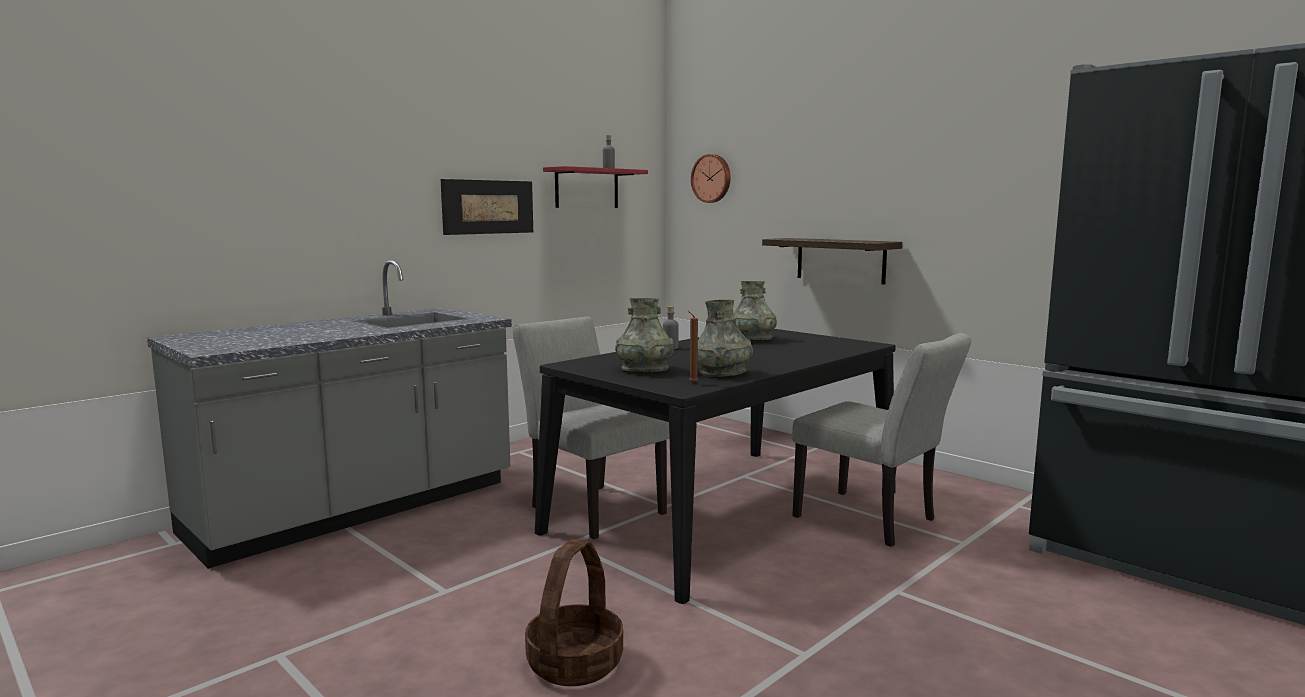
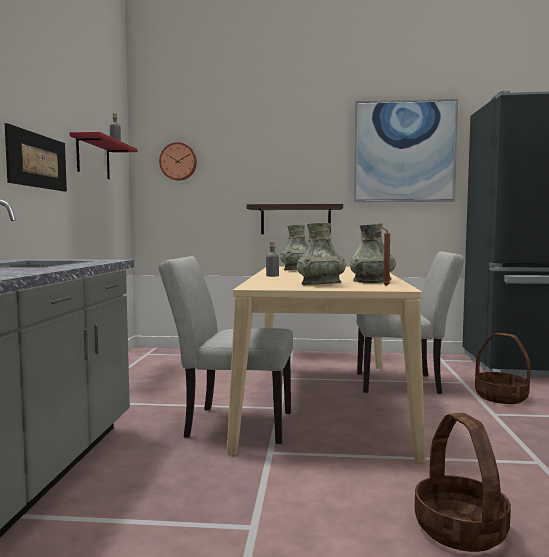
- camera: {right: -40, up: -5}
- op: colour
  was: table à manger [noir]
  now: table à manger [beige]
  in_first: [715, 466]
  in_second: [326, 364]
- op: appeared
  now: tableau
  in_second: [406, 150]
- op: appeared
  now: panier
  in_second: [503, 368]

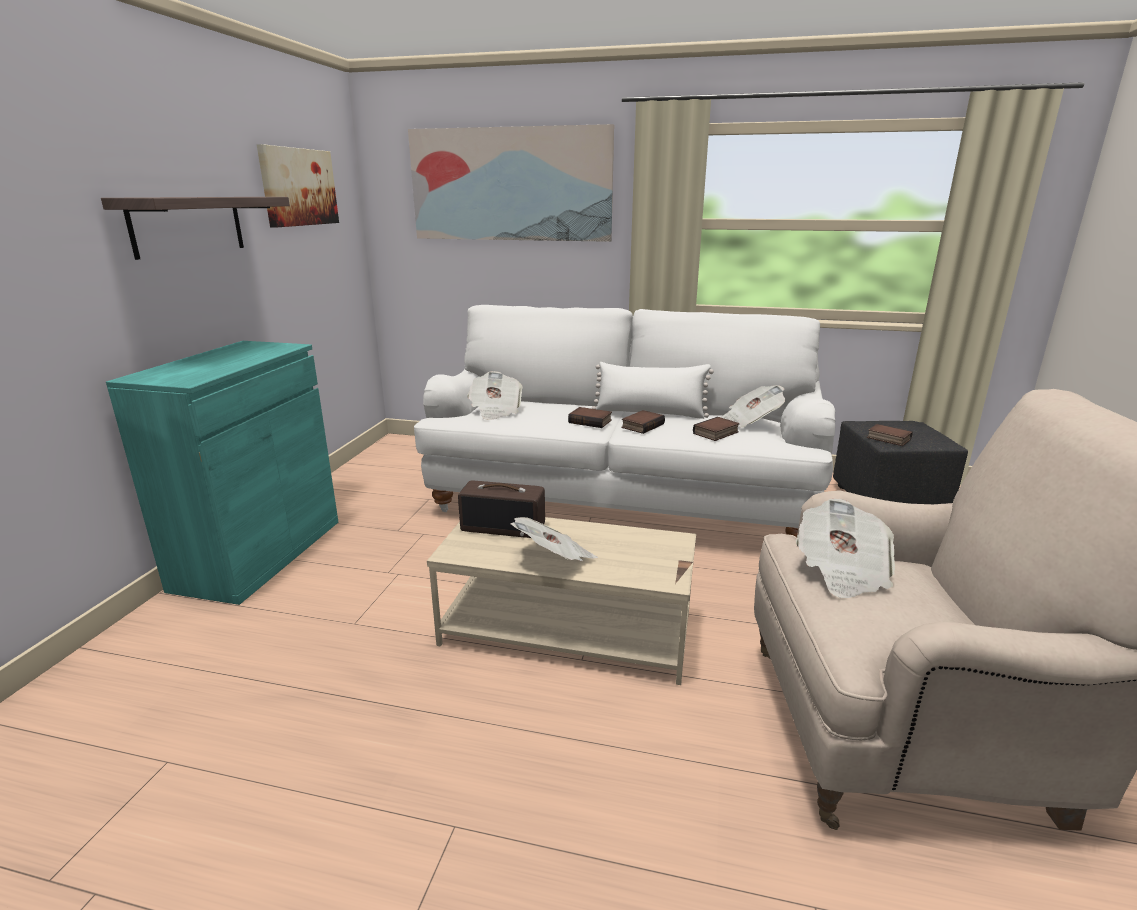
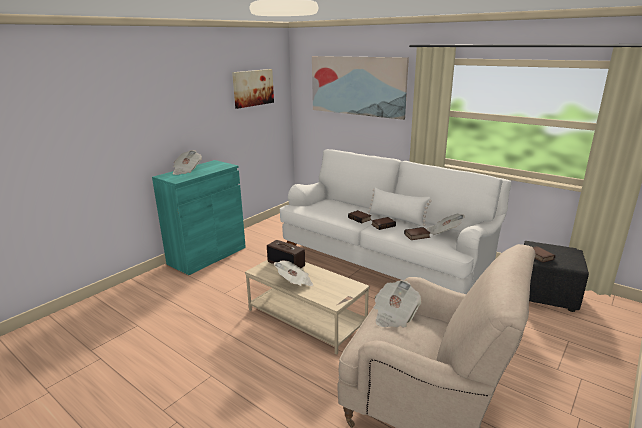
- camera: {right: 25, up: 0}
- op: missing
  was: étagère
  in_first: [195, 228]
- op: relocated
  was: journal
  in_first: [495, 395]
  in_second: [187, 162]

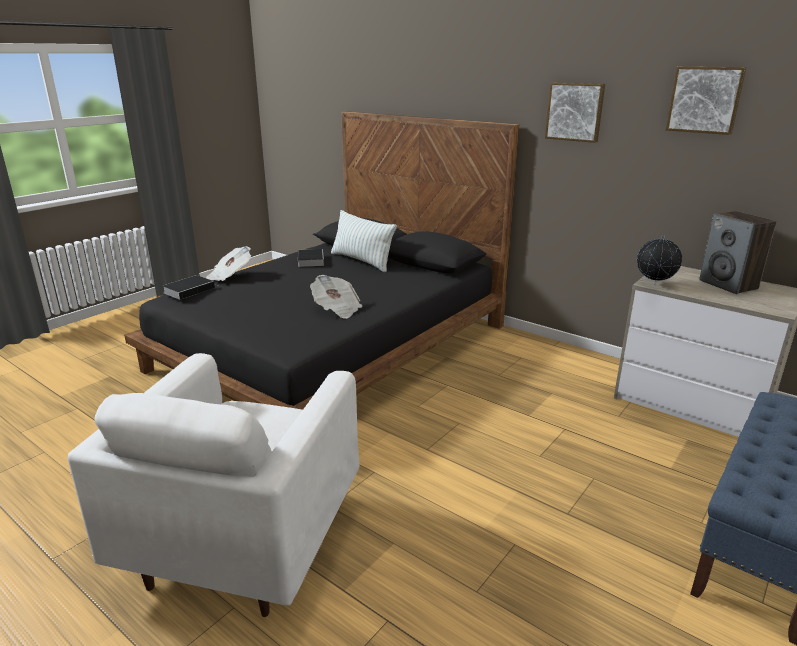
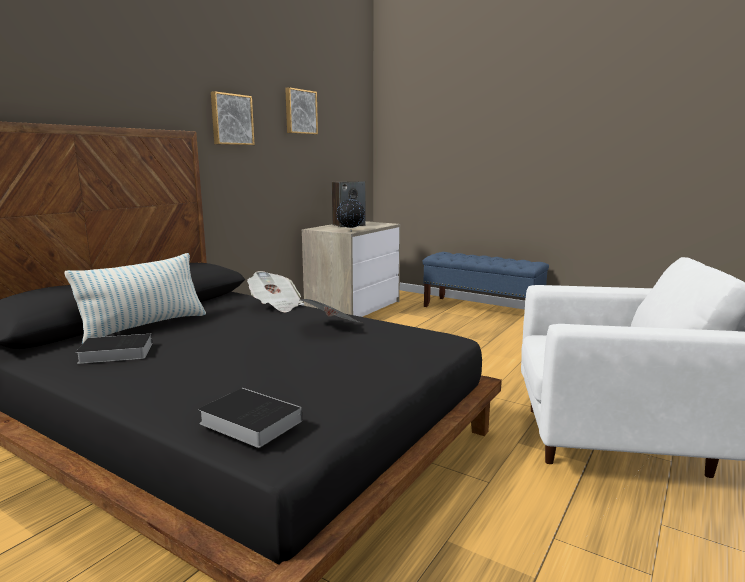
- camera: {right: -95, up: -10}
- op: relocated
  was: journal
  in_first: [228, 263]
  in_second: [275, 291]

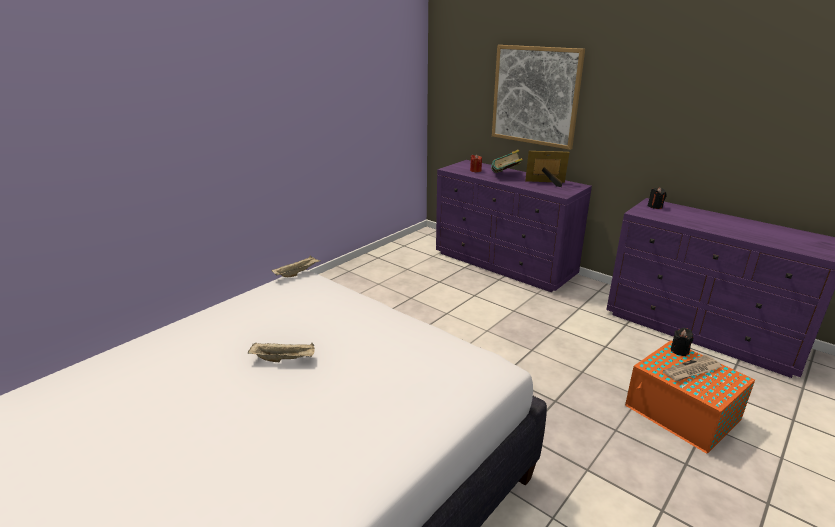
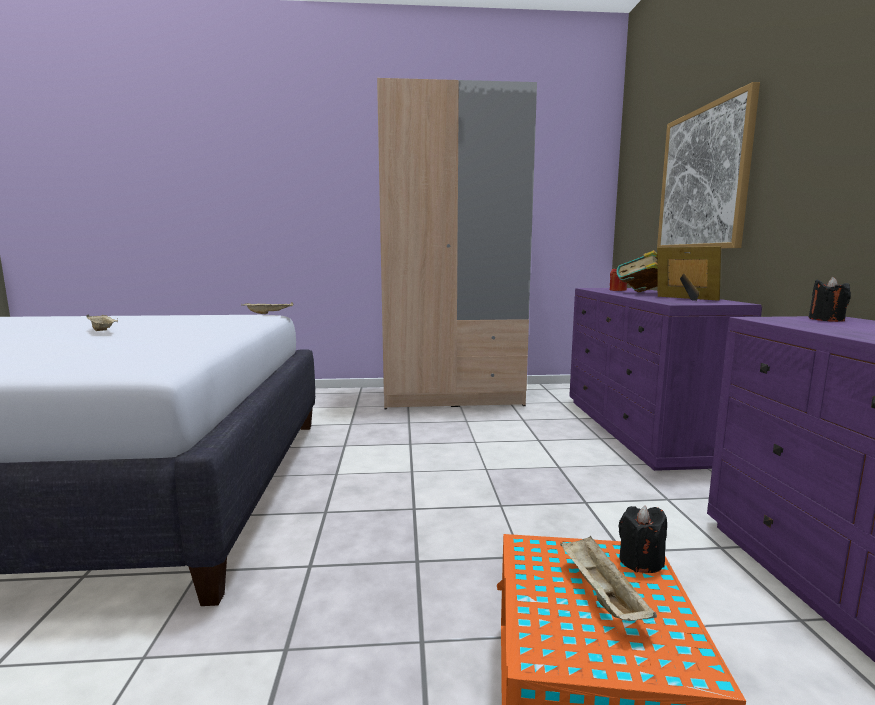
- camera: {right: 45, up: -15}
- op: exchanged
  was: journal
  now: plateau [beige]
  in_first: [692, 368]
  in_second: [608, 578]
- op: appeared
  now: armoire [beige]
  in_second: [457, 243]

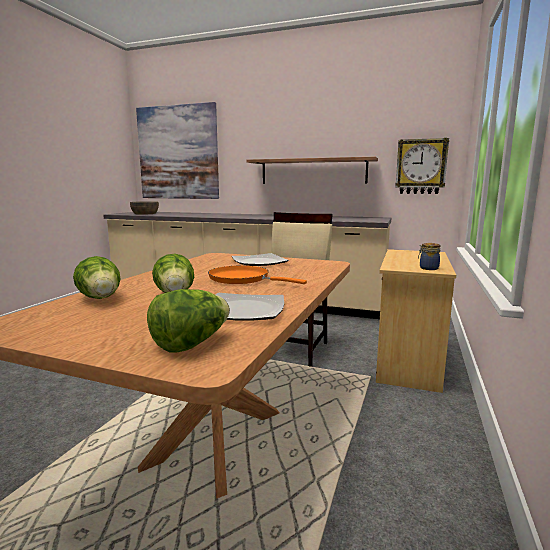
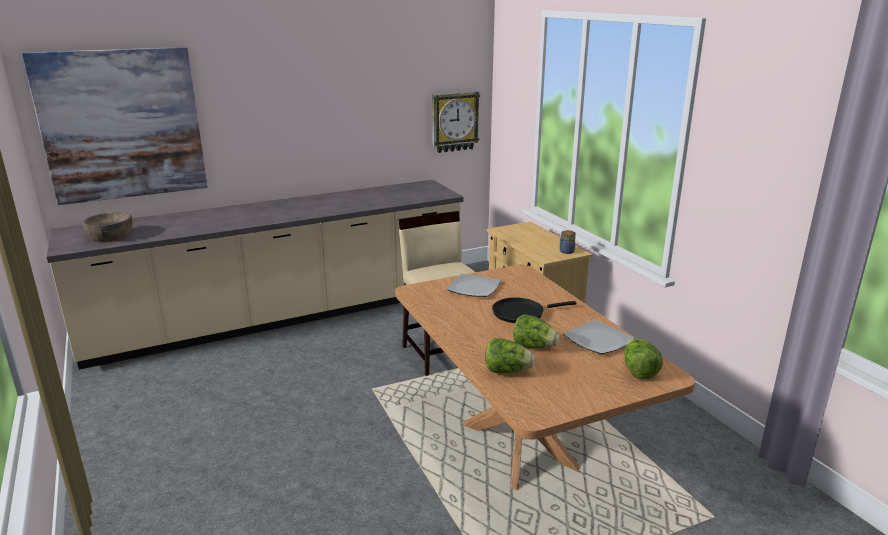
- camera: {right: -45, up: 10}
- op: colour
  was: poêle [orange]
  now: poêle [noir]
  in_first: [257, 275]
  in_second: [534, 310]
- op: missing
  was: étagère
  in_first: [312, 170]

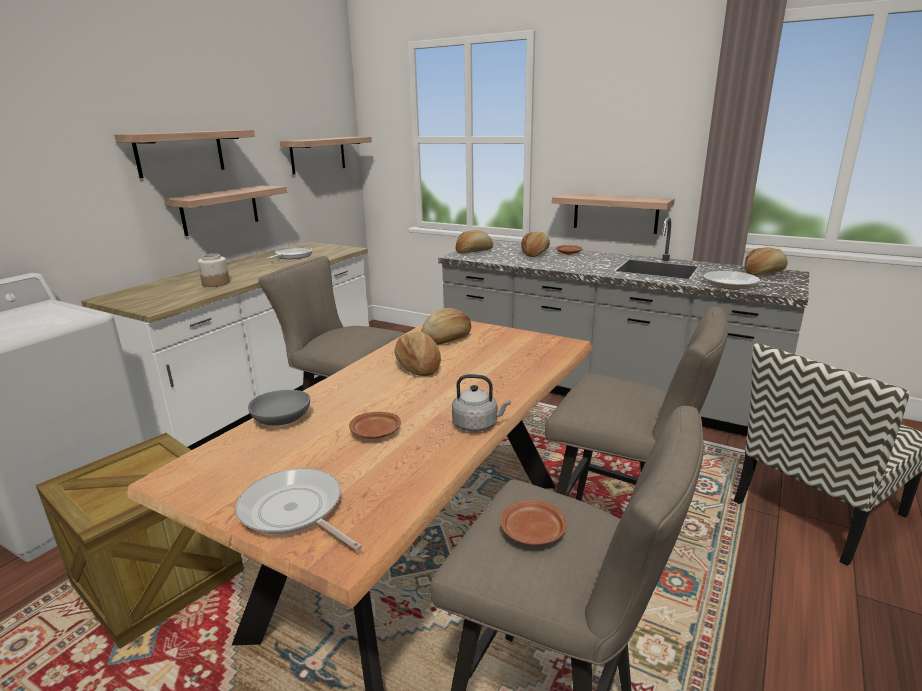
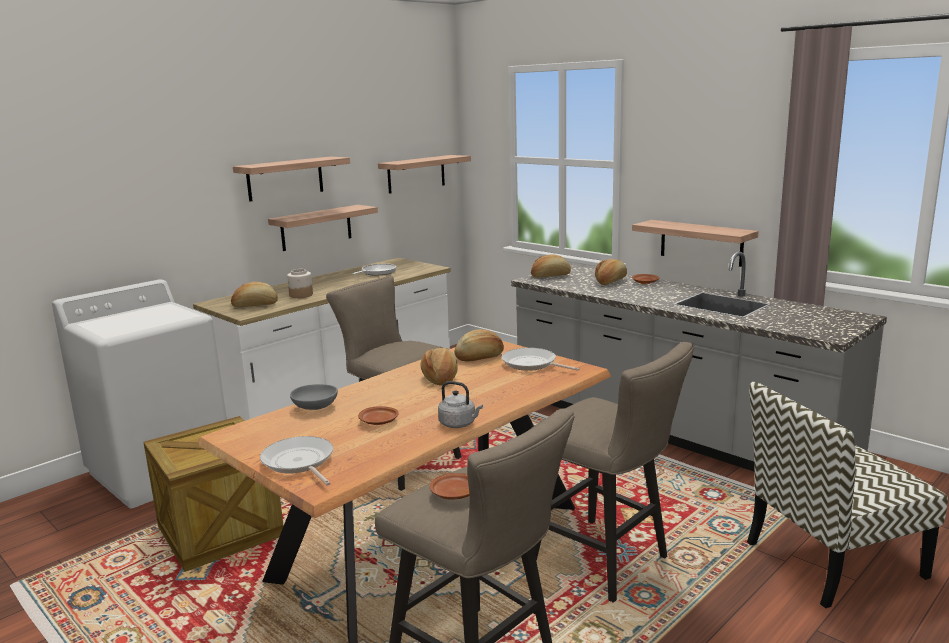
- camera: {right: 15, up: -5}
- op: relocated
  was: poêle
  in_first: [748, 280]
  in_second: [540, 359]
- op: relocated
  was: pain
  in_first: [766, 261]
  in_second: [254, 294]

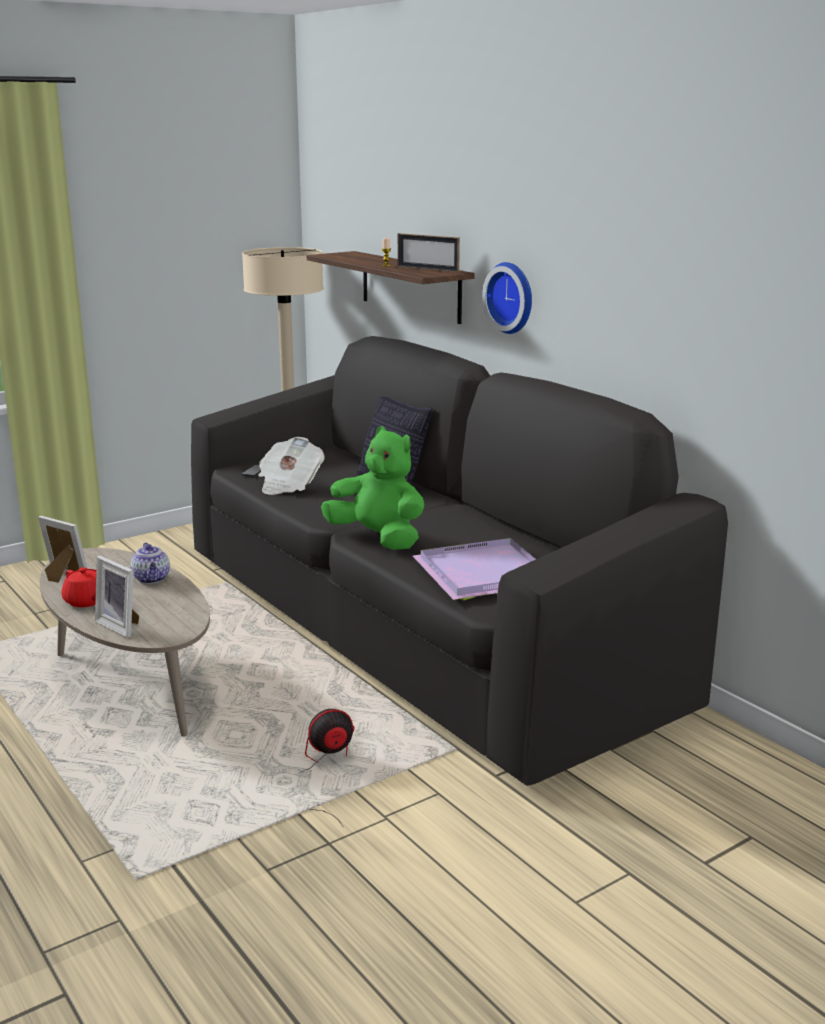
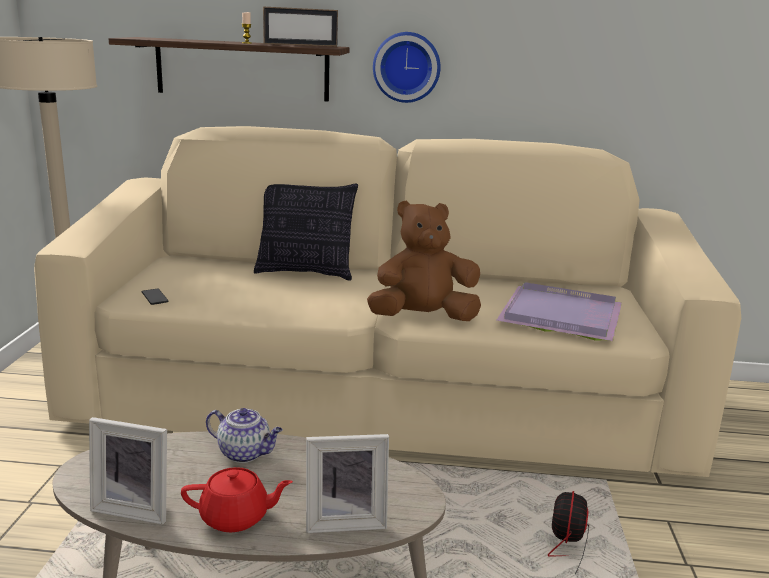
- camera: {right: -50, up: 0}
- op: spun
  was: cadre photo
  in_first: [62, 549]
  in_second: [128, 471]
  clockwise: -150
- op: colour
  was: canapé [noir]
  now: canapé [beige]
  in_first: [459, 561]
  in_second: [387, 301]
- op: missing
  was: journal
  in_first: [291, 466]
- op: colour
  was: peluche [vert]
  now: peluche [marron]
  in_first: [372, 488]
  in_second: [424, 260]

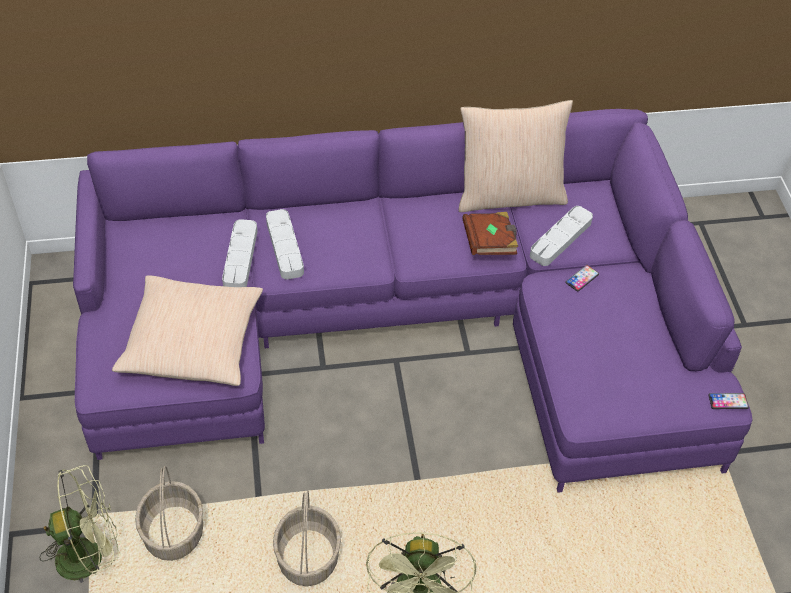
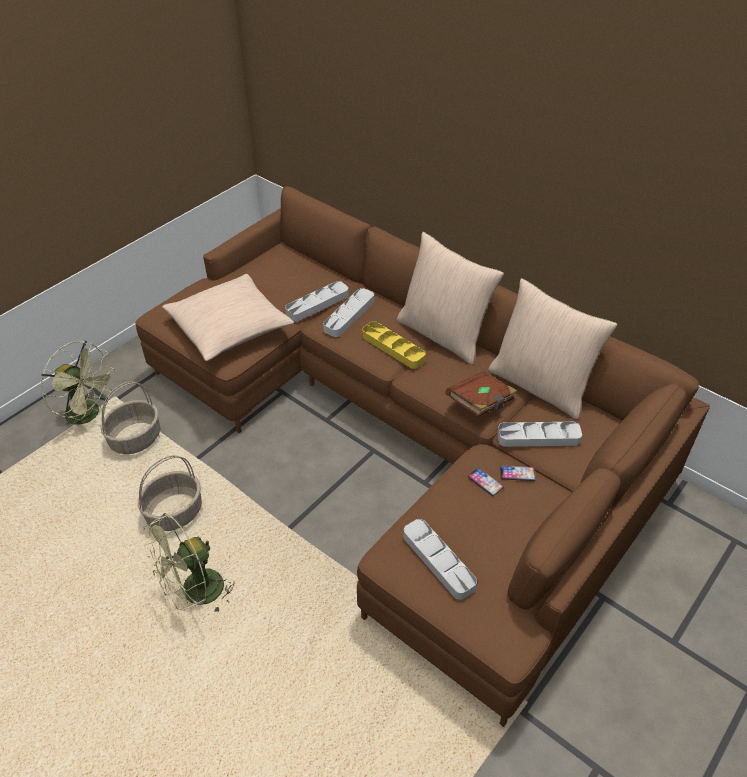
- camera: {right: 50, up: -5}
- op: colour
  was: canapé [violet]
  now: canapé [marron]
  in_first: [412, 301]
  in_second: [423, 456]
- op: relocated
  was: téléphone
  in_first: [728, 401]
  in_second: [486, 482]
- op: appeared
  now: plateau [jaune]
  in_second: [394, 345]
- op: appeared
  now: coussin [beige]
  in_second: [450, 298]
- op: appeared
  now: plateau [gris]
  in_second: [440, 559]

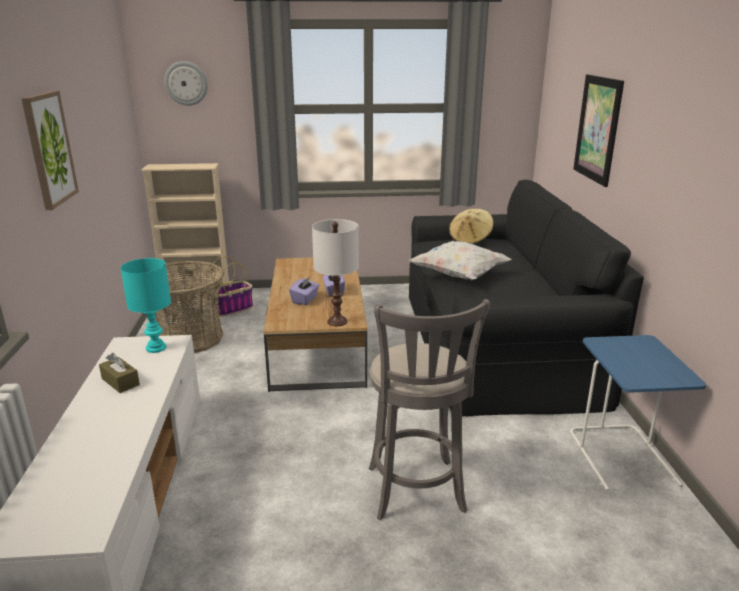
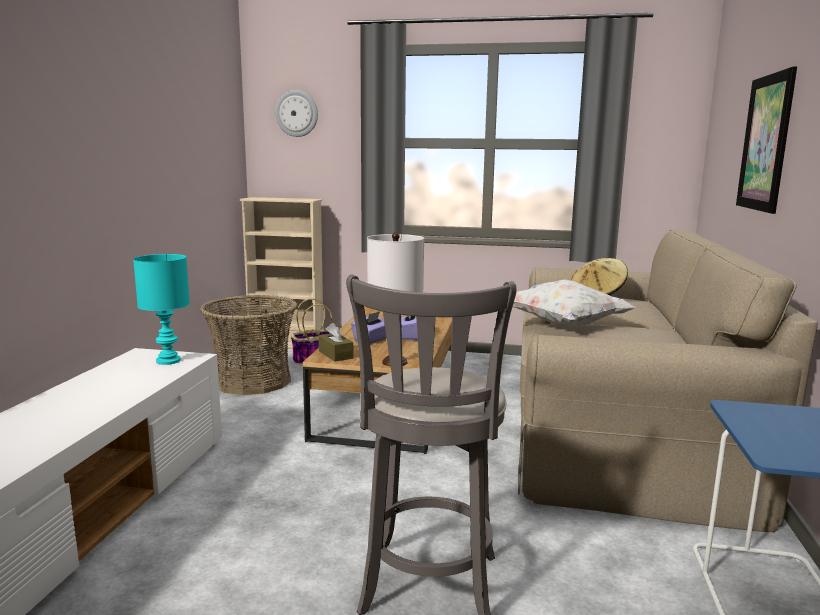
- camera: {right: 15, up: -10}
- op: missing
  was: tableau
  in_first: [50, 150]
- op: relocated
  was: boîte à mouchoirs [marron]
  in_first: [119, 373]
  in_second: [336, 342]
- op: colour
  was: canapé [noir]
  now: canapé [beige]
  in_first: [526, 298]
  in_second: [668, 380]

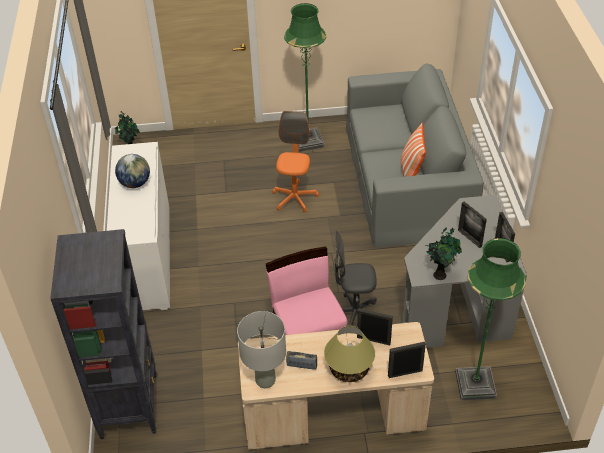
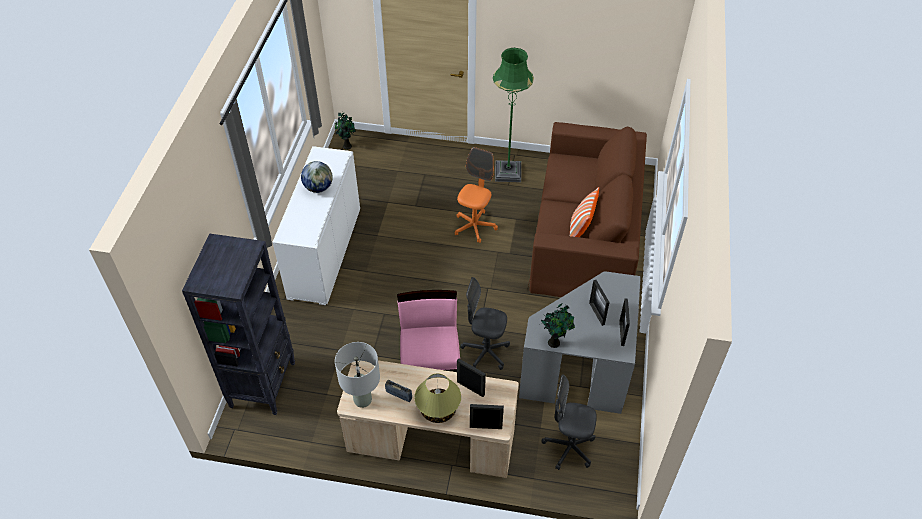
- camera: {right: 15, up: 5}
- op: colour
  was: canapé [gris]
  now: canapé [marron]
  in_first: [415, 156]
  in_second: [587, 209]
- op: exchanged
  was: lampadaire [vert]
  now: chaise de bureau [gris]
  in_first: [490, 319]
  in_second: [569, 422]

